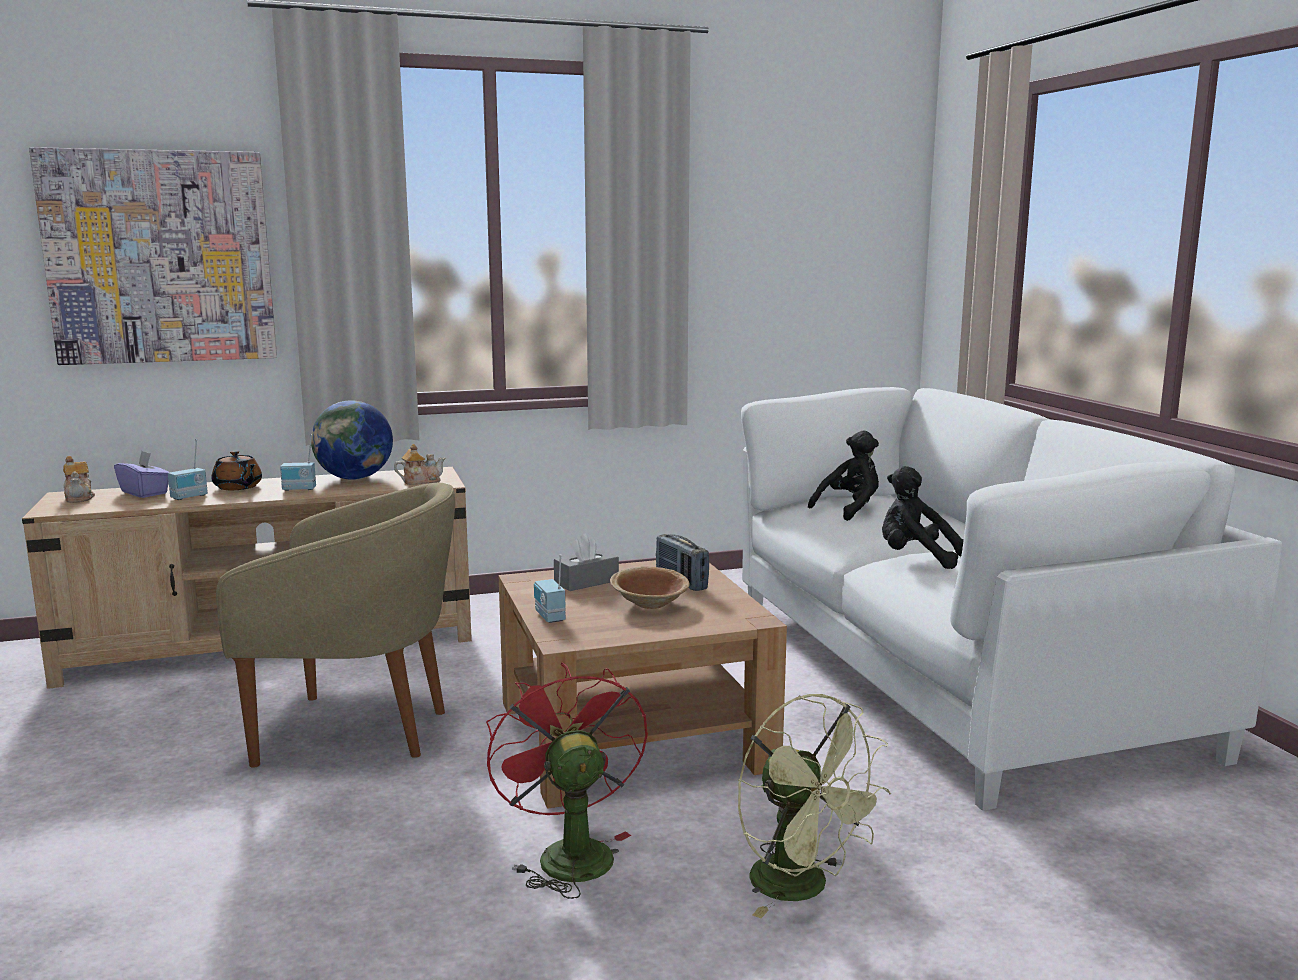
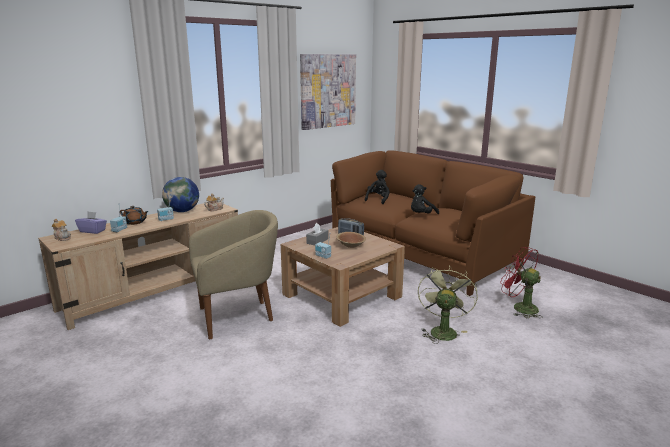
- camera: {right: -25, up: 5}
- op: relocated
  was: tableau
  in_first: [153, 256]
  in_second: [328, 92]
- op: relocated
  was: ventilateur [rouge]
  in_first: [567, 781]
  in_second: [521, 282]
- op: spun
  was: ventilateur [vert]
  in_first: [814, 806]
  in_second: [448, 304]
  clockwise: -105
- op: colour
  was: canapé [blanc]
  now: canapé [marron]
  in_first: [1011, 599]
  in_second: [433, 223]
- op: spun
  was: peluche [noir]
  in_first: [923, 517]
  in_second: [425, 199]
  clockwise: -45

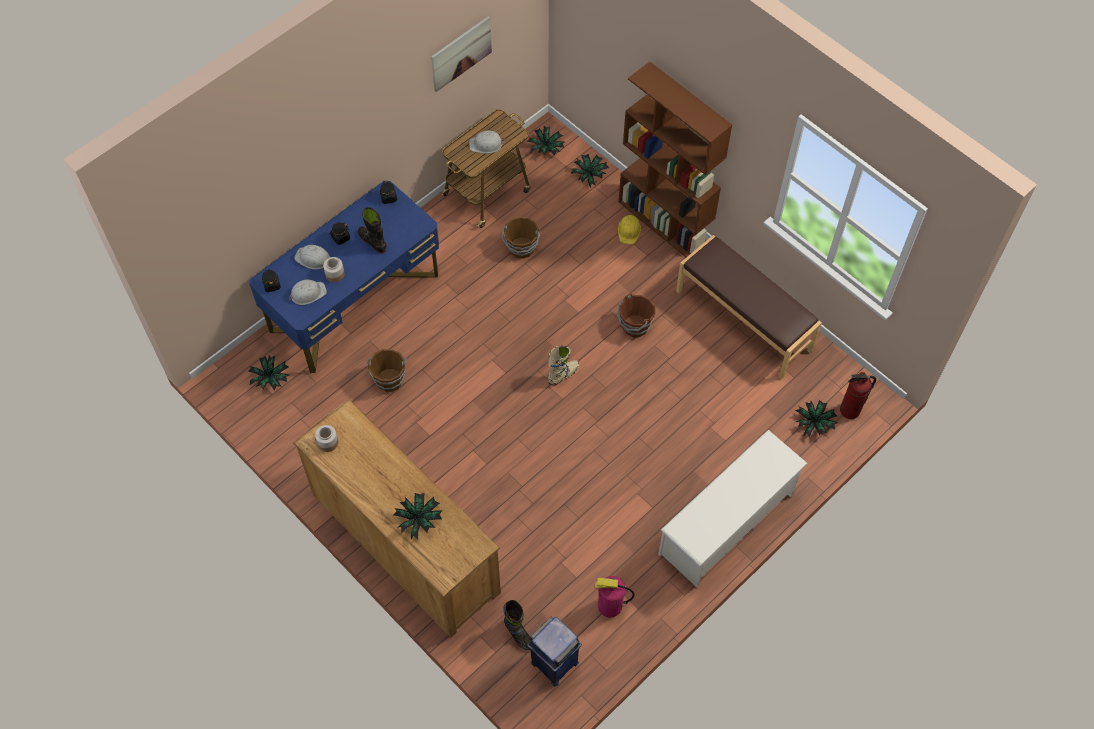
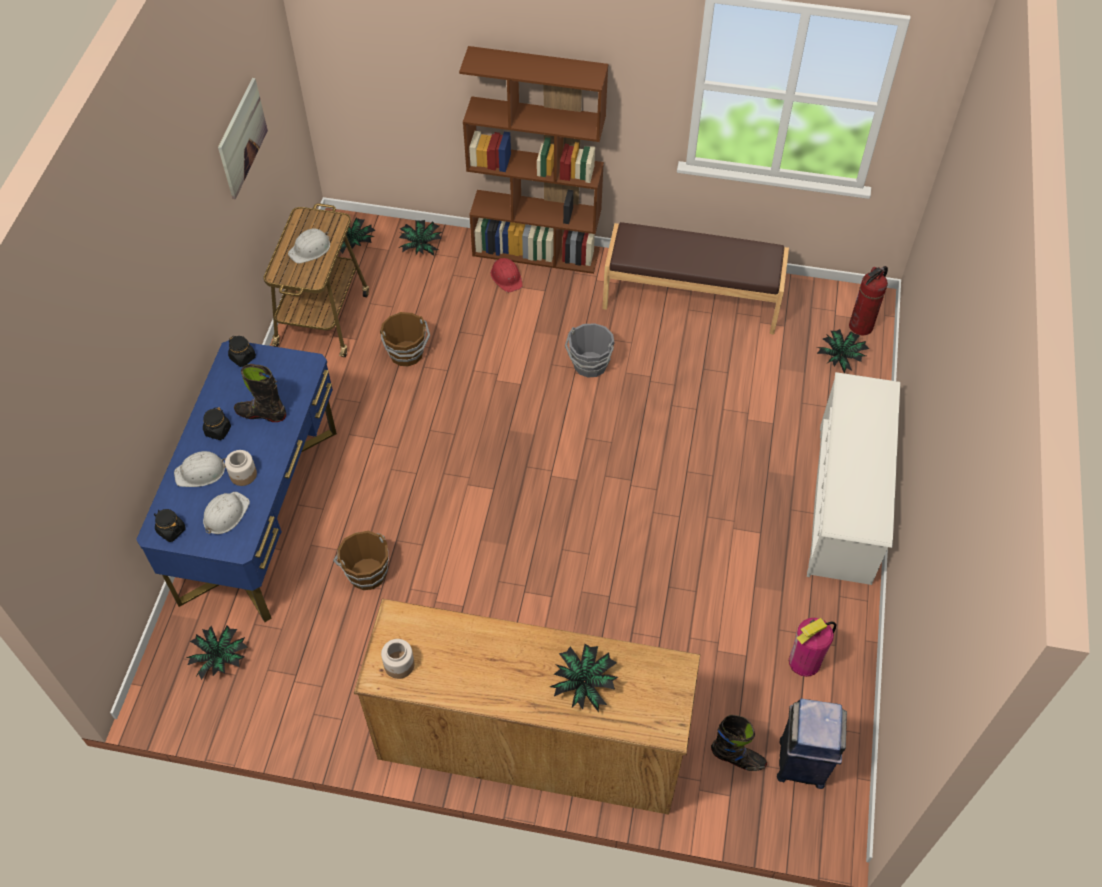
- camera: {right: -35, up: -5}
- op: missing
  was: botte [beige]
  in_first: [563, 365]
- op: colour
  was: seau [marron]
  now: seau [gris]
  in_first: [636, 315]
  in_second: [589, 350]
- op: colour
  was: casque de chantier [jaune]
  now: casque de chantier [rouge]
  in_first: [629, 229]
  in_second: [506, 275]

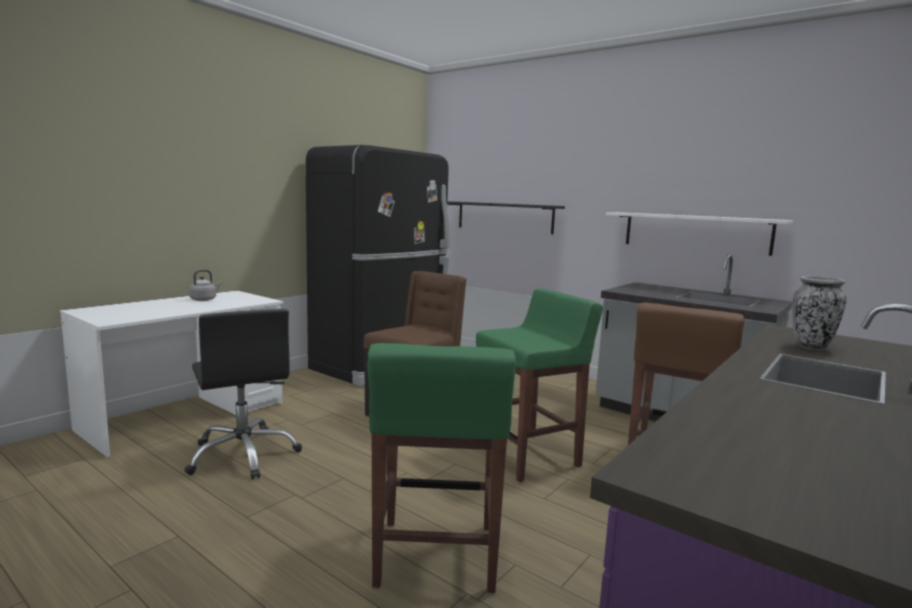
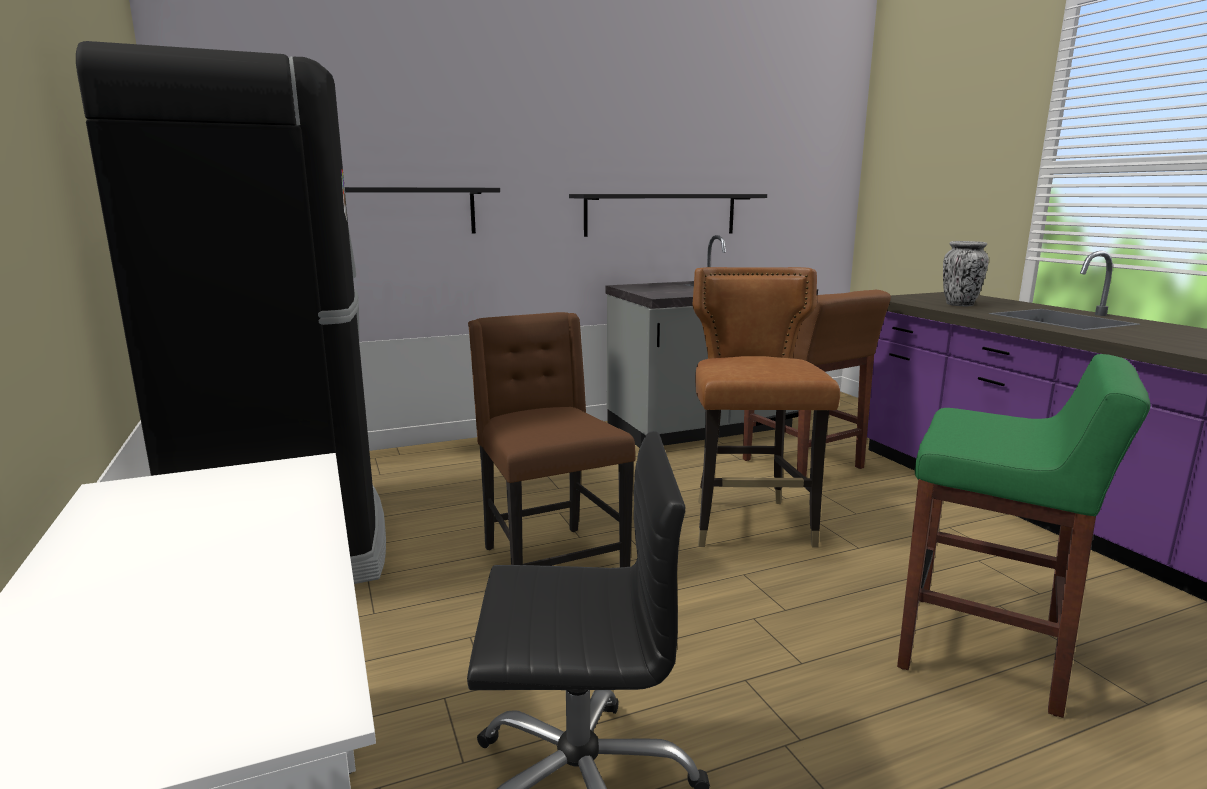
- camera: {right: -60, up: 5}
- op: missing
  was: bouilloire [gris]
  in_first: [205, 285]
- op: exchanged
  was: tabouret [vert]
  now: chaise [marron]
  in_first: [539, 385]
  in_second: [766, 407]
- op: colour
  was: étagère [blanc]
  now: étagère [noir]
  in_first: [699, 234]
  in_second: [668, 215]

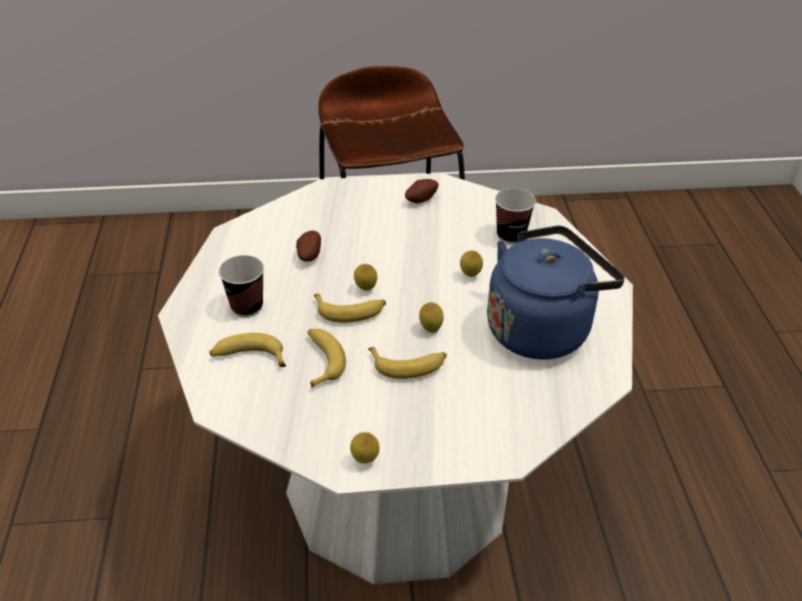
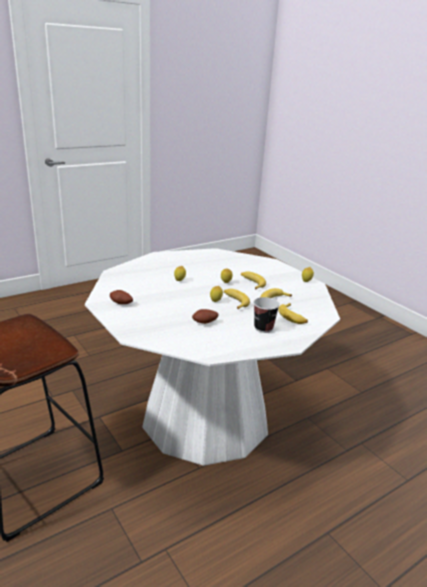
- camera: {right: -120, up: -15}
- op: missing
  was: bouilloire [bleu]
  in_first: [556, 292]
- op: missing
  was: tasse
  in_first: [515, 216]

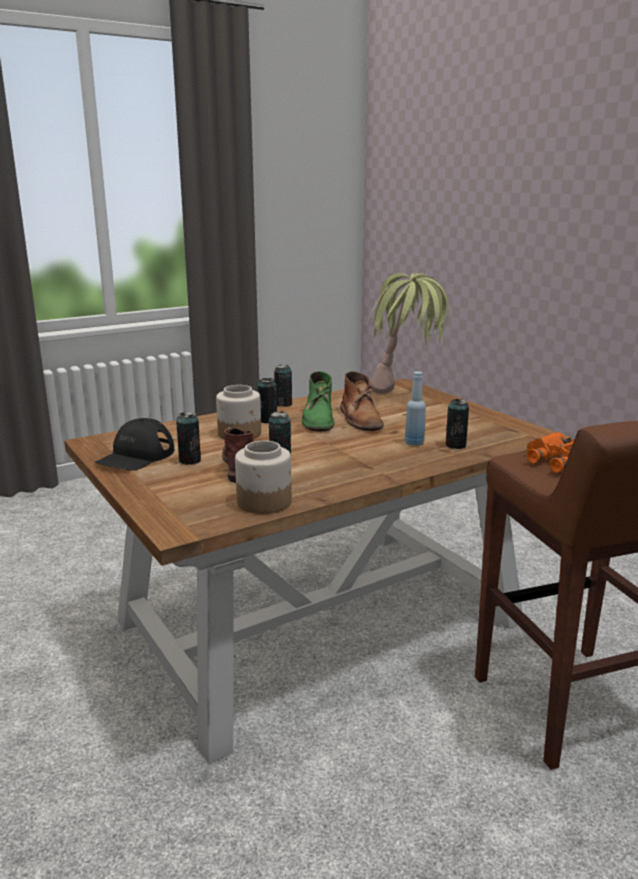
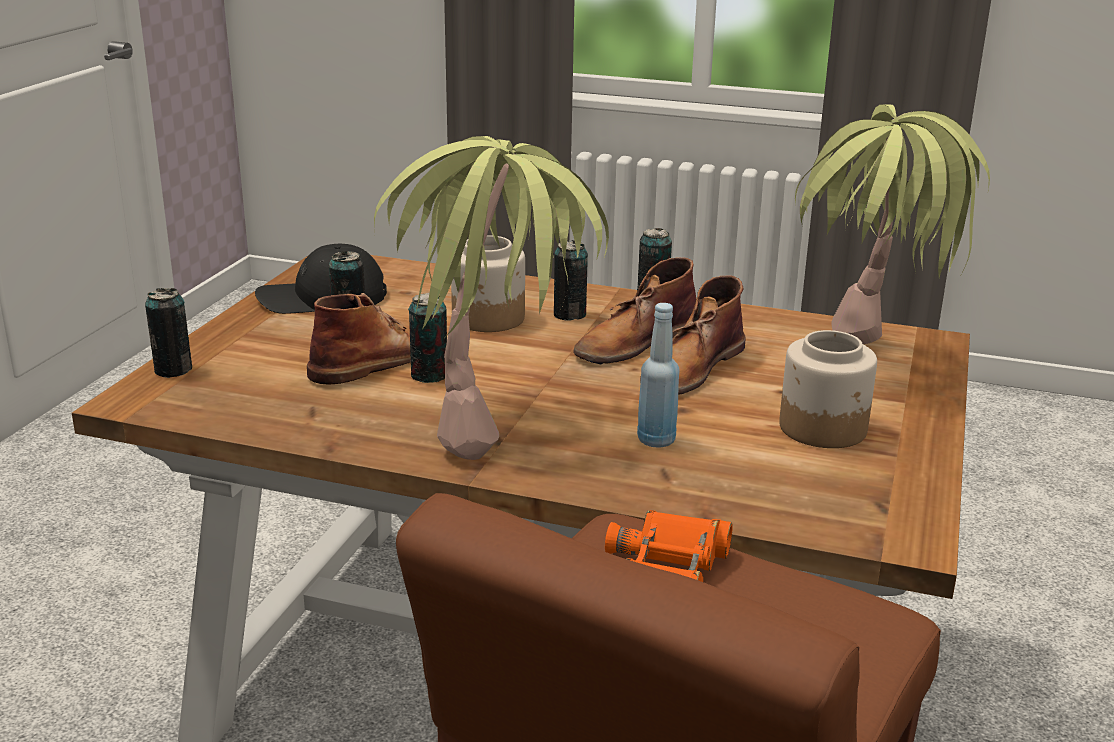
- camera: {right: 50, up: 5}
- op: relocated
  was: bocal
  in_first: [263, 477]
  in_second: [828, 389]
- op: colour
  was: botte [vert]
  now: botte [marron]
  in_first: [318, 401]
  in_second: [634, 310]
- op: relocated
  was: boîte métallique
  in_first: [457, 424]
  in_second: [168, 333]
- op: appeared
  now: plante en pot
  in_second: [491, 298]

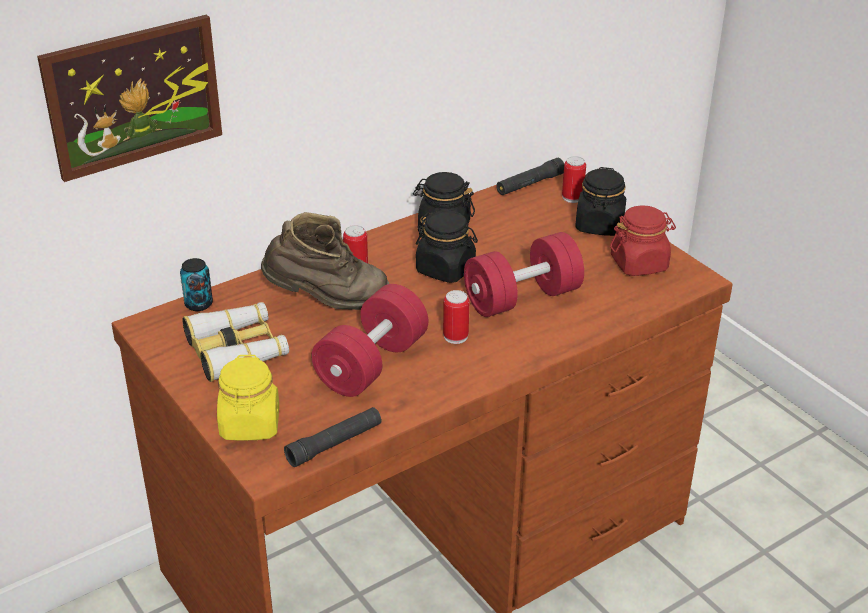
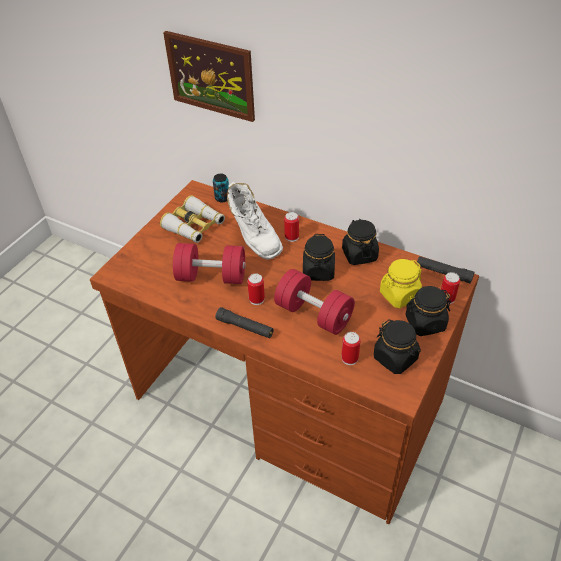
- camera: {right: 65, up: 10}
- op: relocated
  was: bocal [jaune]
  in_first: [248, 398]
  in_second: [401, 283]
- op: colour
  was: botte [marron]
  now: botte [blanc]
  in_first: [325, 261]
  in_second: [255, 221]
- op: relocated
  was: lampe de poche [noir]
  in_first: [333, 437]
  in_second: [245, 322]
- op: colour
  was: bocal [rouge]
  now: bocal [noir]
  in_first: [643, 240]
  in_second: [397, 346]
- op: appeared
  now: boîte métallique
  in_second: [351, 348]

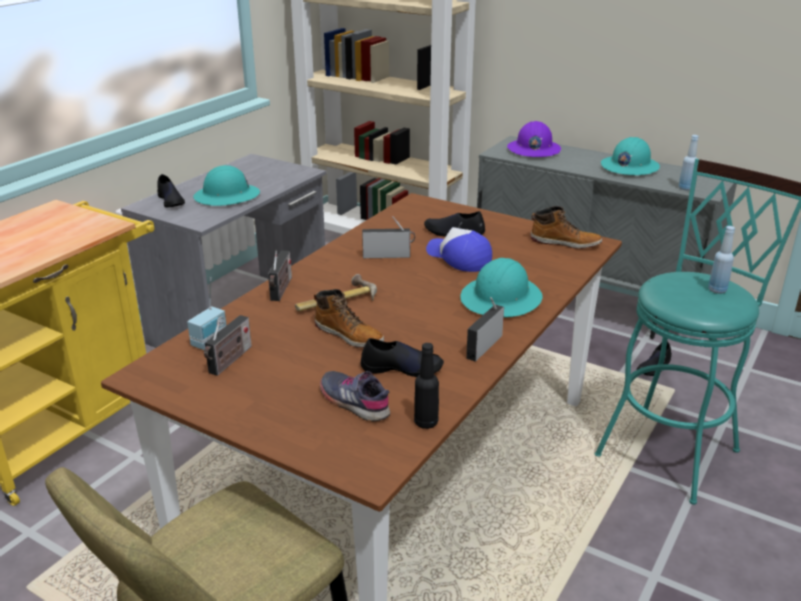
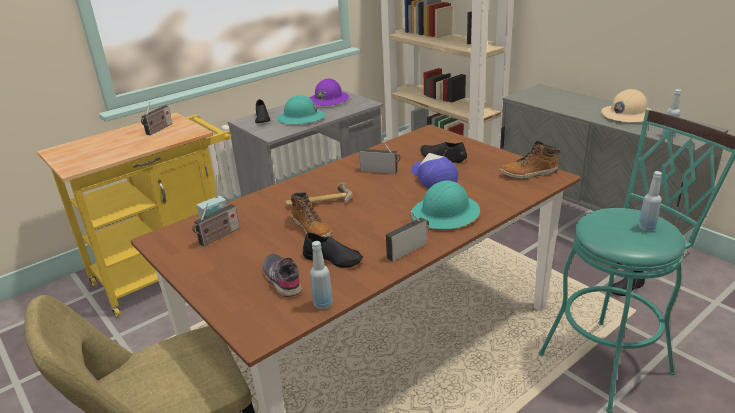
- camera: {right: 20, up: 0}
- op: relocated
  was: radio
  in_first: [280, 275]
  in_second: [157, 118]
- op: colour
  was: bouteille [noir]
  now: bouteille [bleu]
  in_first: [426, 386]
  in_second: [321, 275]
- op: relocated
  was: casque de chantier [violet]
  in_first: [534, 139]
  in_second: [329, 92]
- op: spun
  was: botte
  in_first: [566, 227]
  in_second: [530, 160]
  clockwise: 135
- op: colour
  was: casque de chantier [turquoise]
  now: casque de chantier [beige]
  in_first: [630, 156]
  in_second: [627, 105]

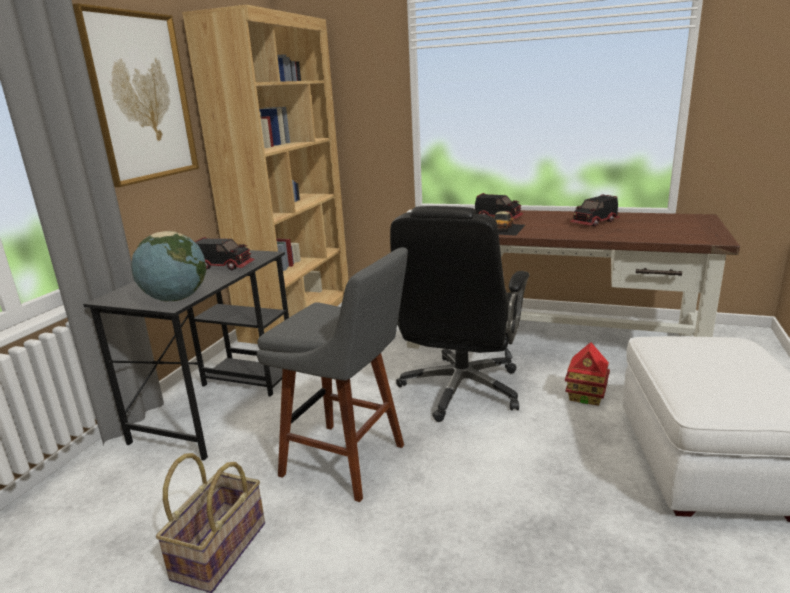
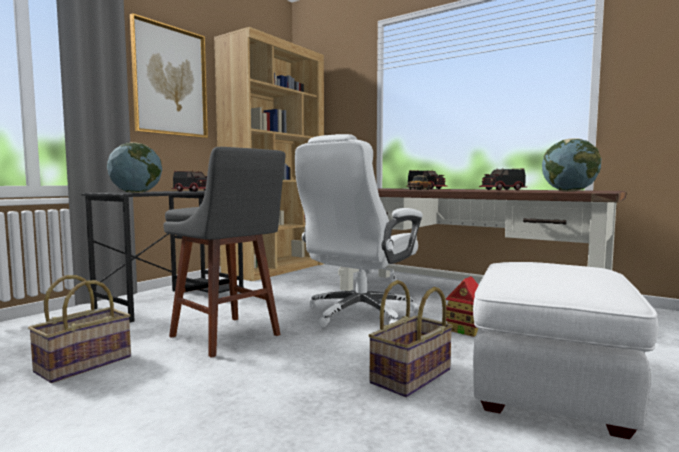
- camera: {right: 15, up: -15}
- op: colour
  was: chaise de bureau [noir]
  now: chaise de bureau [blanc]
  in_first: [459, 314]
  in_second: [359, 231]
- op: appeared
  now: panier
  in_second: [410, 338]
- op: appeared
  now: globe
  in_second: [571, 164]

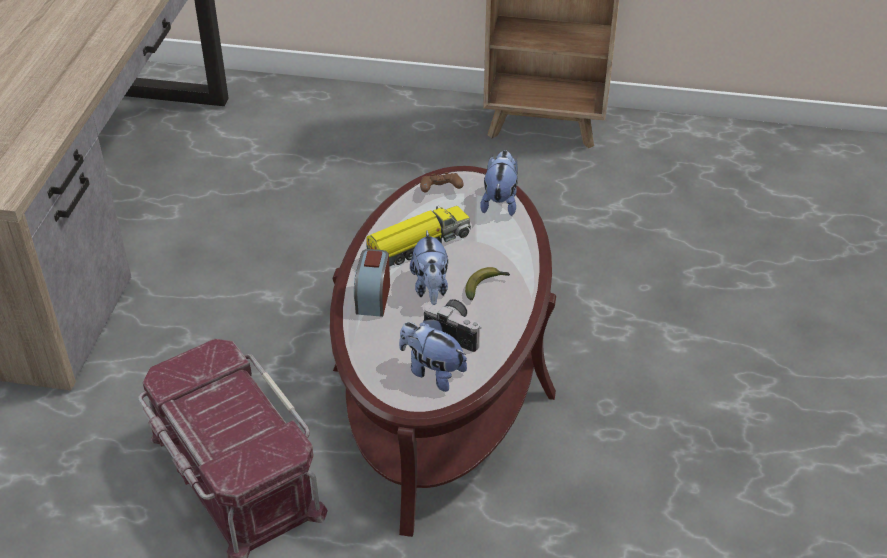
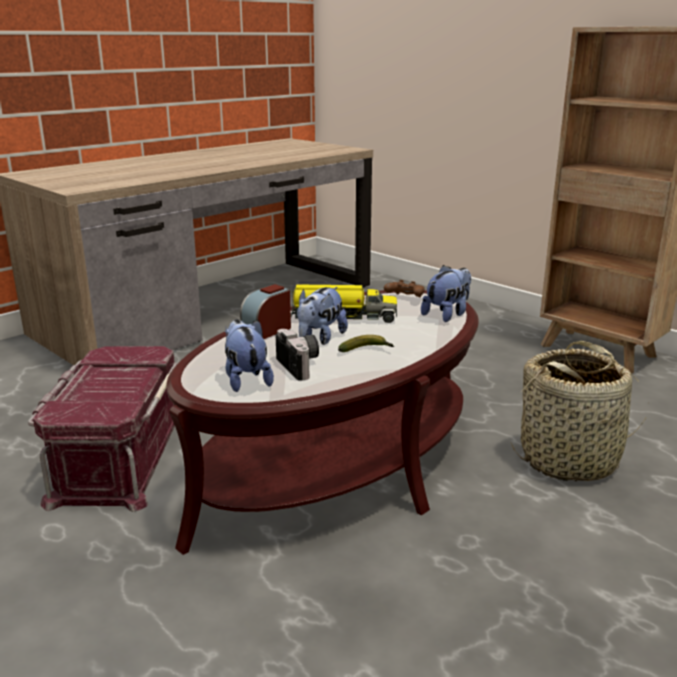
- camera: {right: 35, up: -20}
- op: appeared
  now: panier
  in_second: [580, 411]

